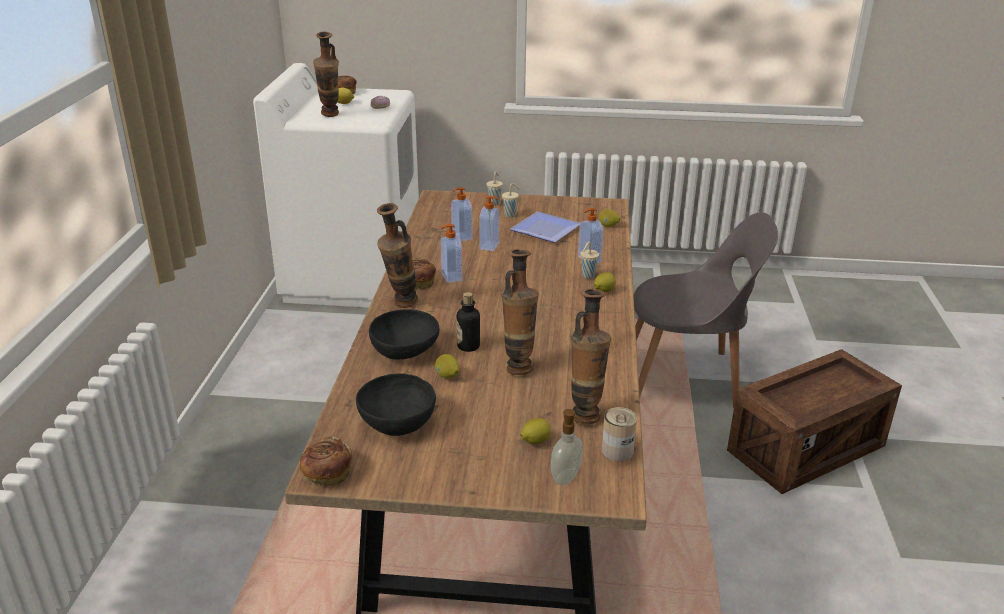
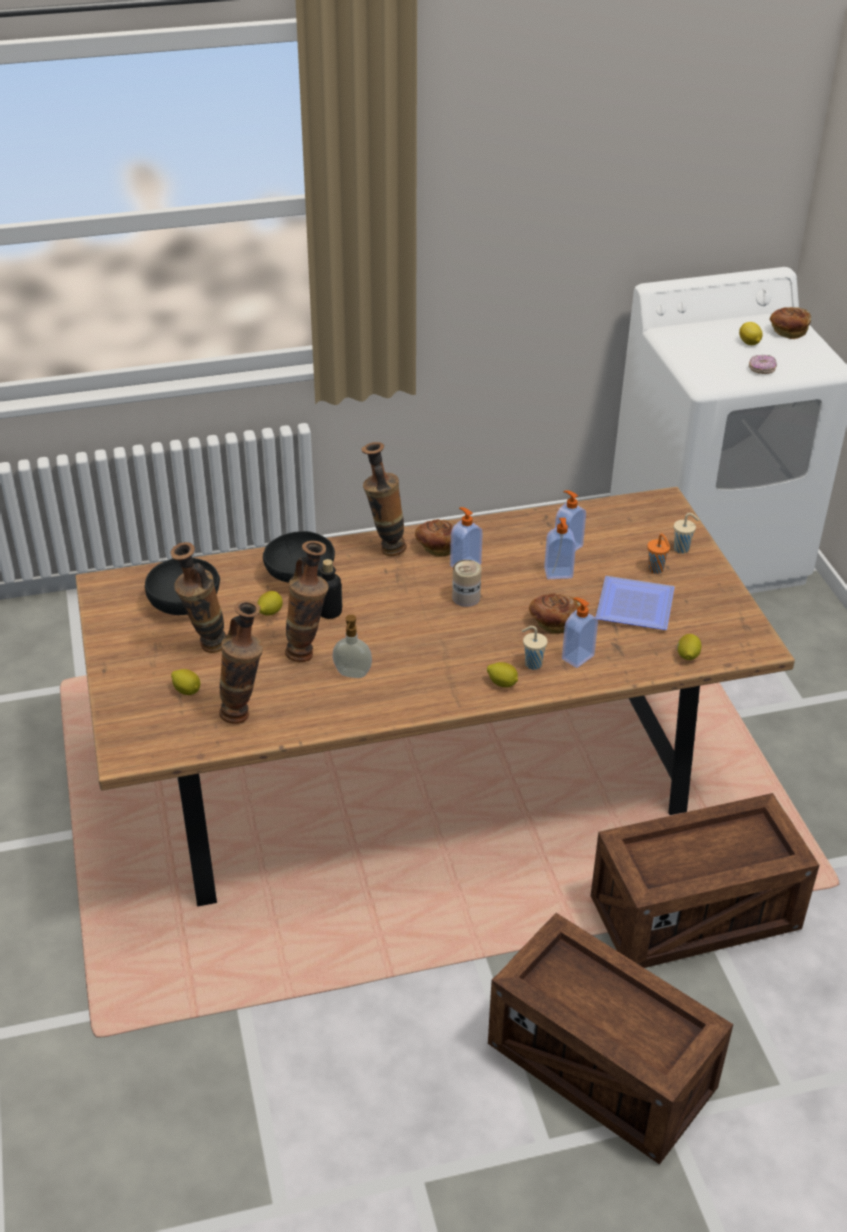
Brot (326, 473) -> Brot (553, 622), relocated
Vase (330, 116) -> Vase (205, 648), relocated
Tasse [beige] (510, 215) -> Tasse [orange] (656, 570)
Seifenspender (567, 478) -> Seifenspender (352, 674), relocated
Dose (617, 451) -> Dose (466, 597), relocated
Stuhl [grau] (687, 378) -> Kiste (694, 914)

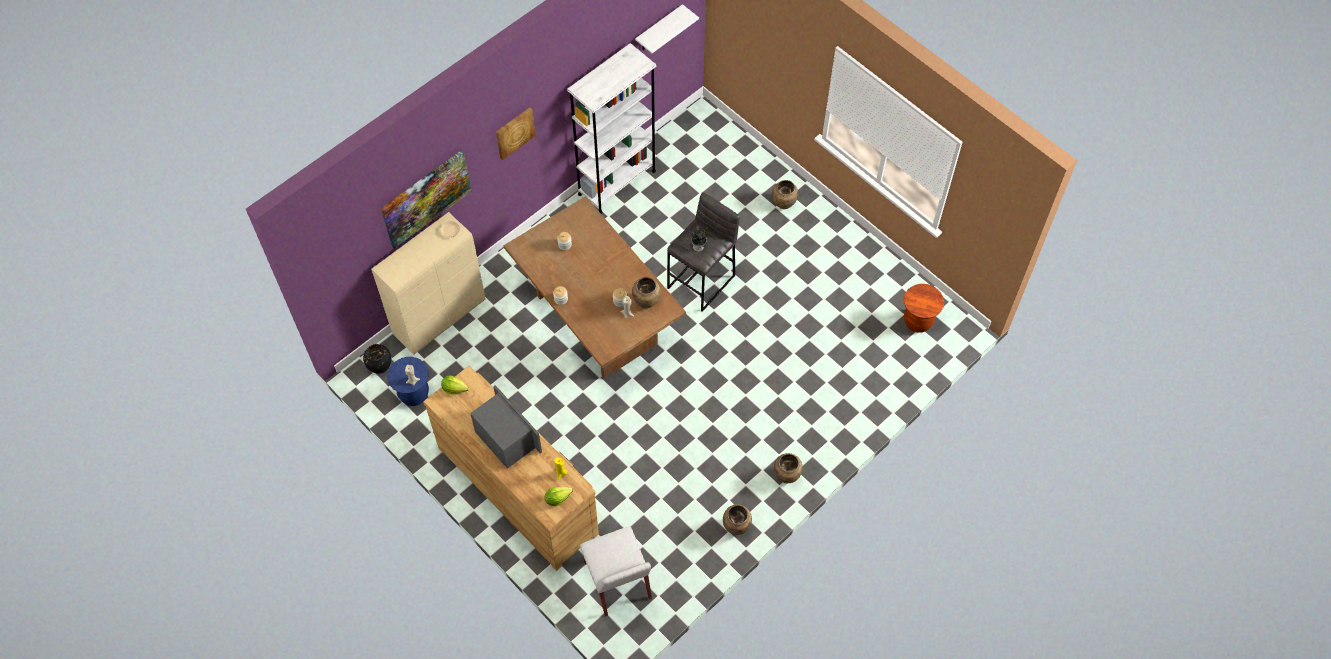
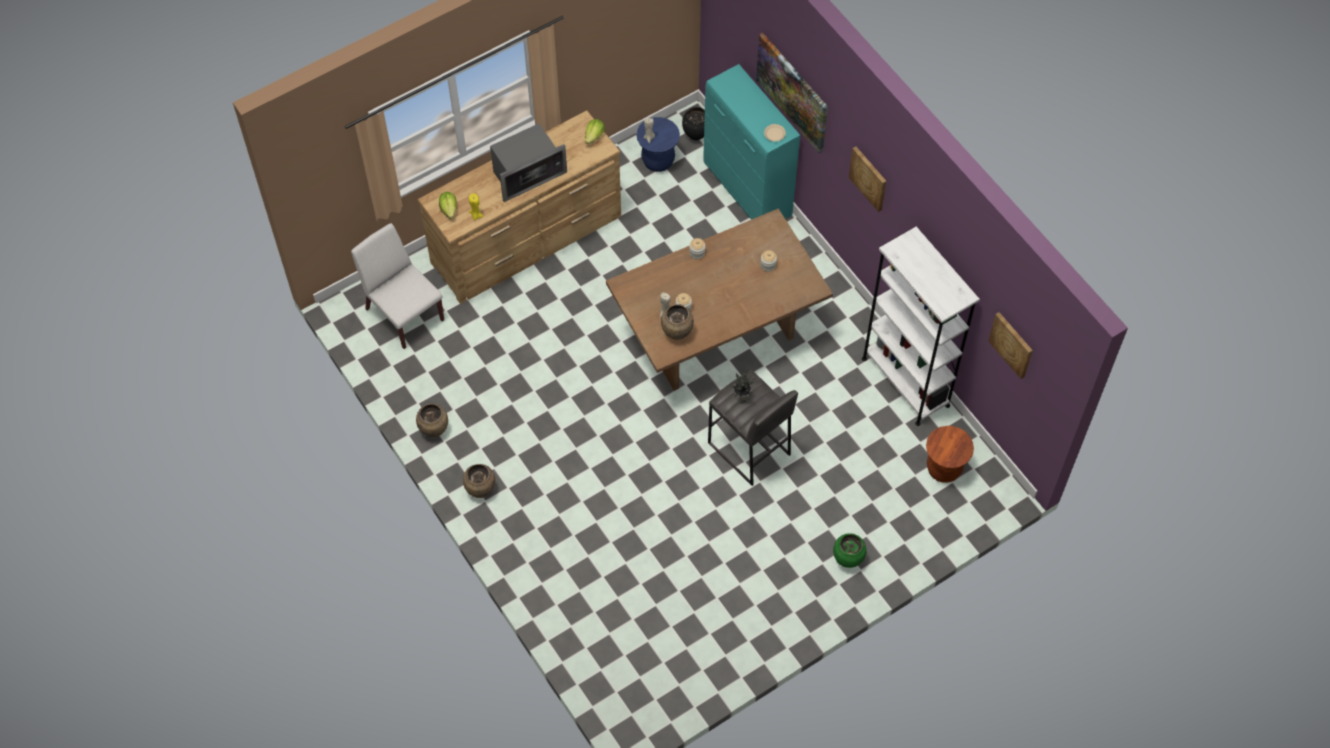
Schrank [beige] (440, 317) -> Schrank [türkis] (748, 191)
Stuhl [weiß] (618, 581) -> Stuhl [weiß] (404, 314), 60 degrees clockwise
Wandregal [weiß] (659, 29) -> Bild (1012, 344)
Vase [braun] (783, 204) -> Vase [grün] (847, 559)
Hocker [braun] (917, 321) -> Hocker [braun] (943, 469), relocated

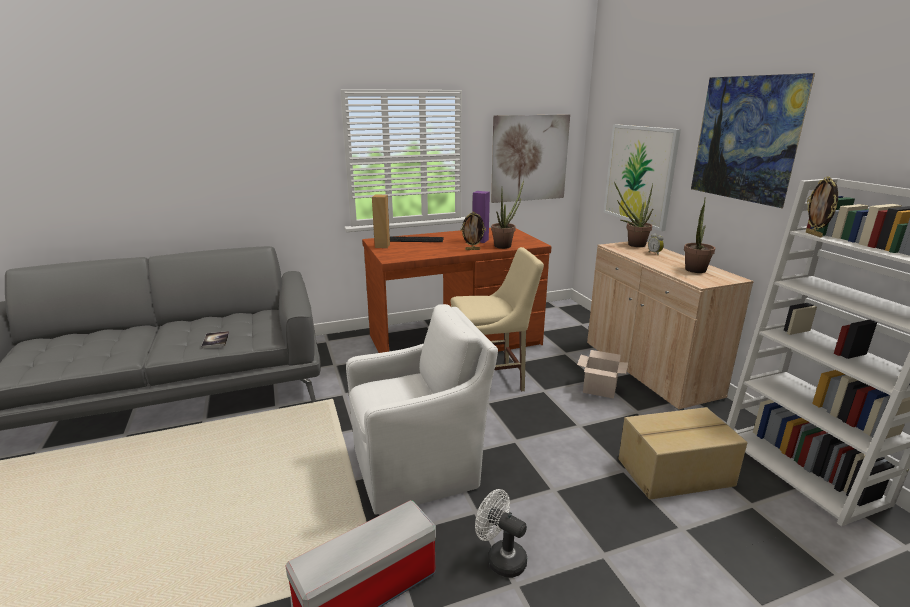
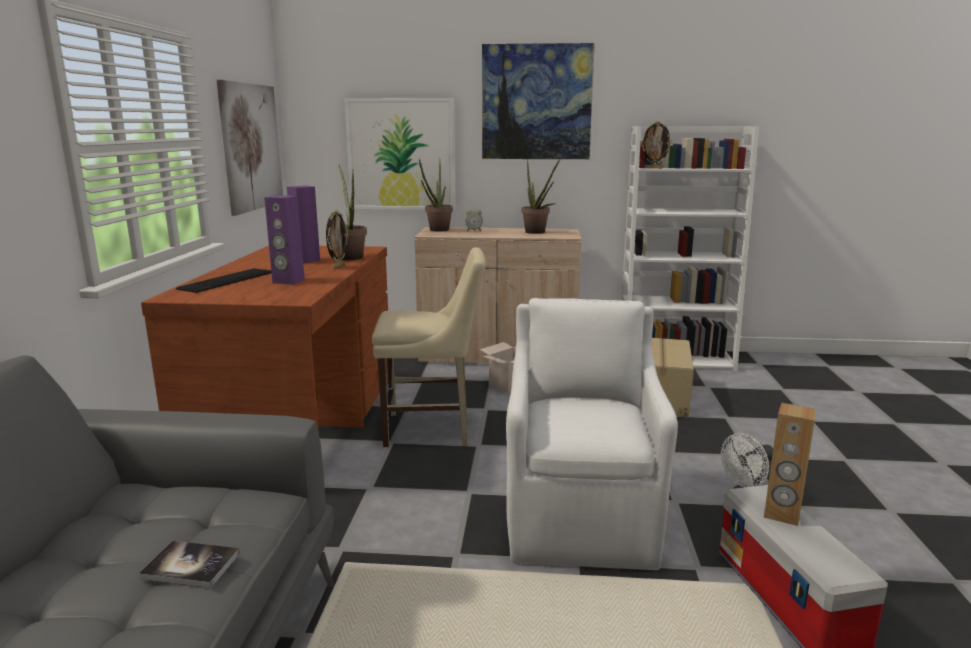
Lautsprecher [braun] (382, 246) -> Lautsprecher [braun] (782, 514), relocated
Stuhl [beige] (492, 380) -> Stuhl [beige] (433, 429), 75 degrees clockwise
none -> Lautsprecher [lila] (288, 281)

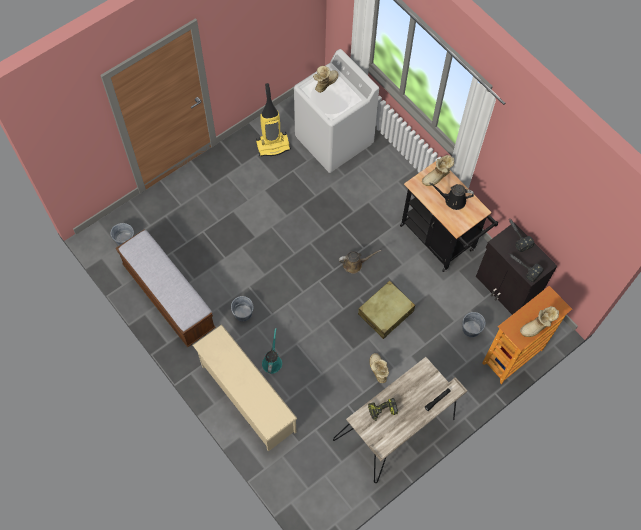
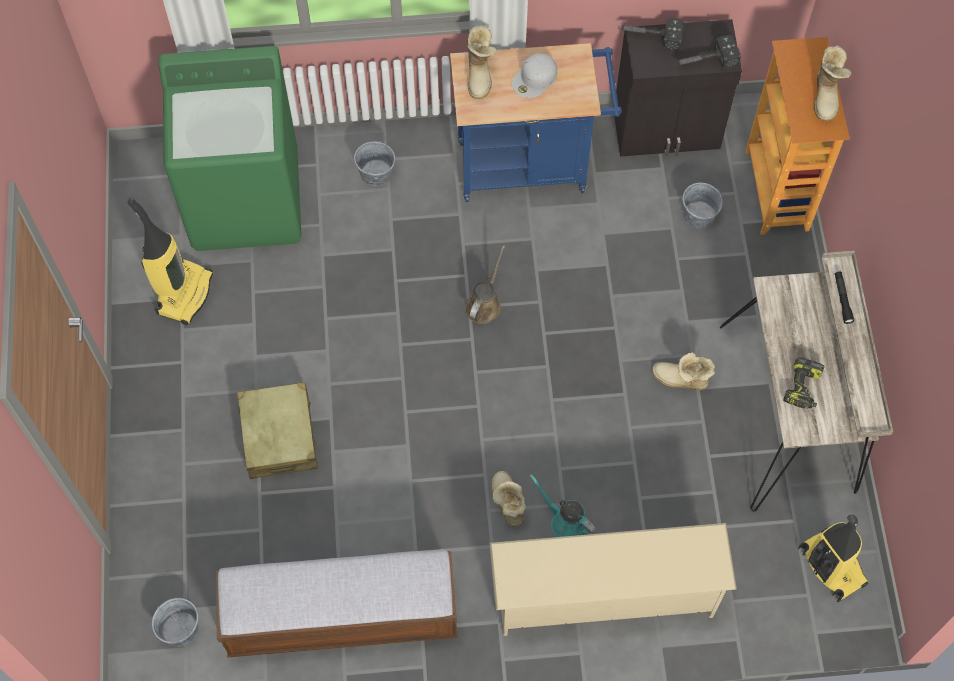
Eimer [grau] (243, 313) -> Eimer [grau] (376, 172), relocated
Waschmaschine [weiß] (334, 140) -> Waschmaschine [grün] (247, 201)
Stiefel (325, 83) -> Stiefel (506, 503), relocated
Koffer [beige] (386, 313) -> Koffer [beige] (279, 436), relocated
Rollwagen [schwarz] (440, 241) -> Rollwagen [blau] (530, 165)
Gießkanne [schwarz] (453, 200) -> Kappe [weiß] (534, 79)
none -> Staubsauger (829, 566)

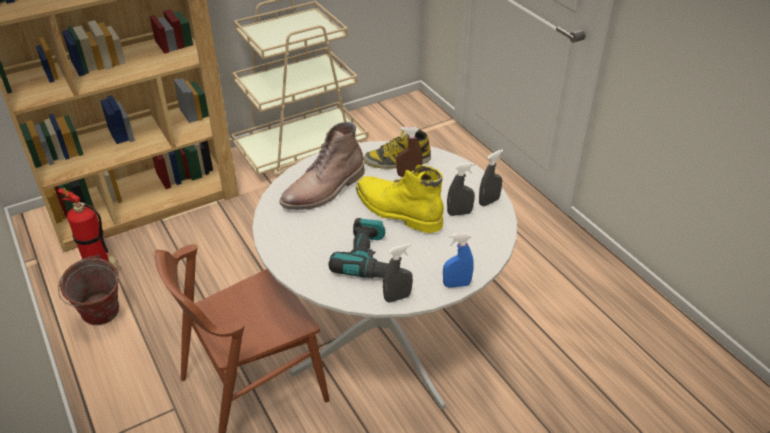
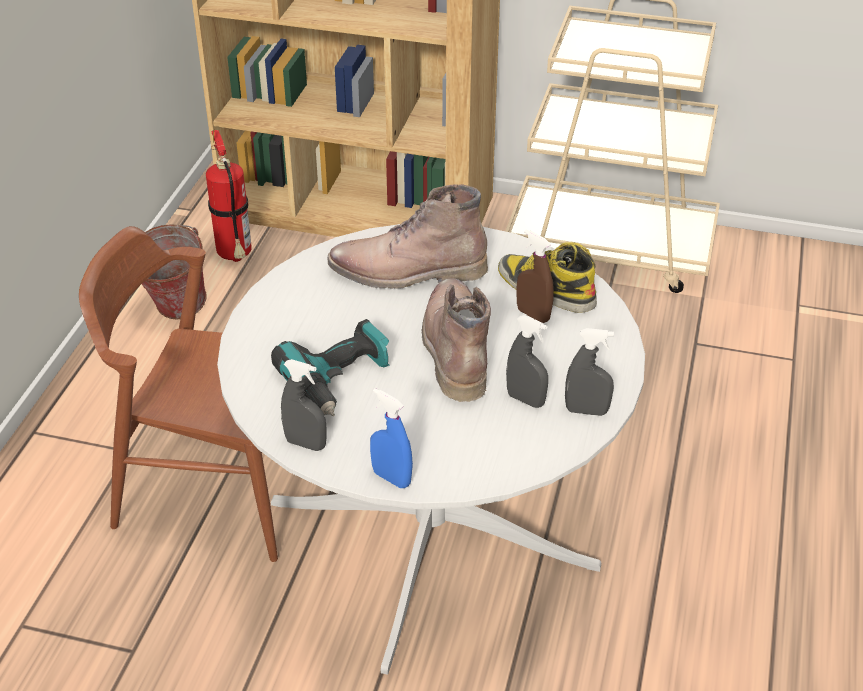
Stiefel [gelb] (396, 210) -> Stiefel [braun] (454, 347)

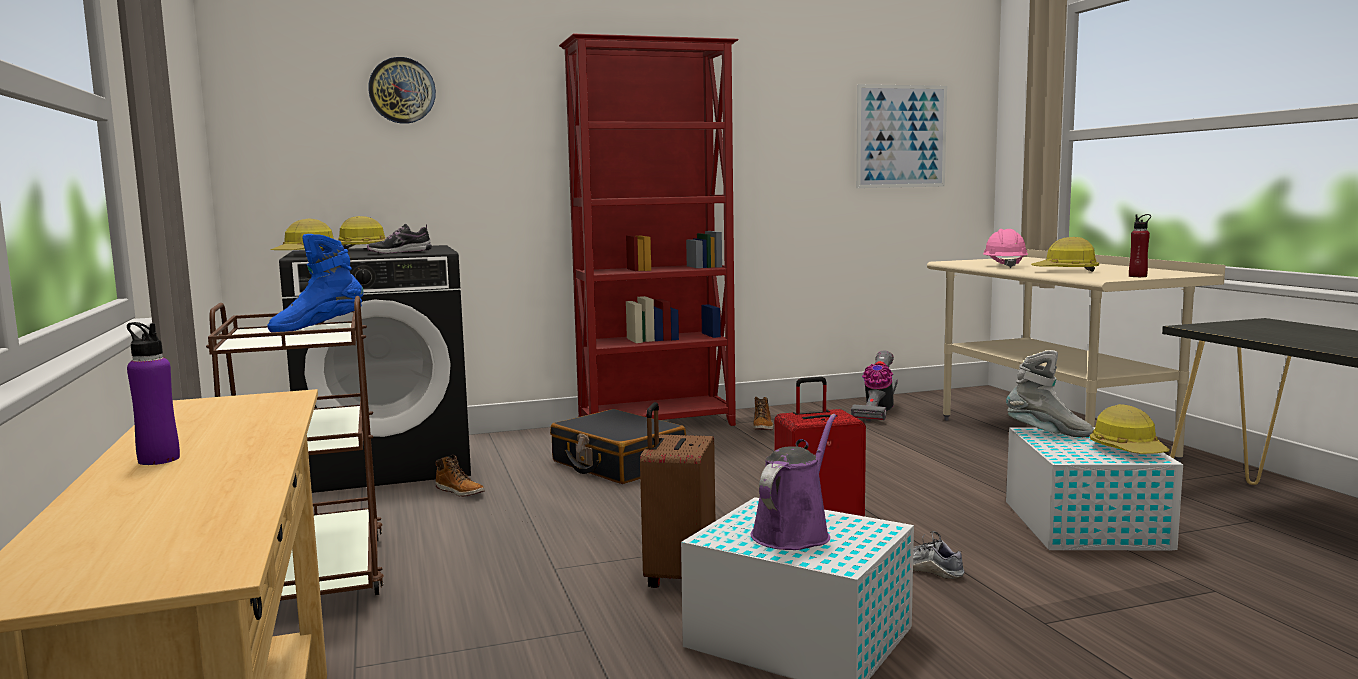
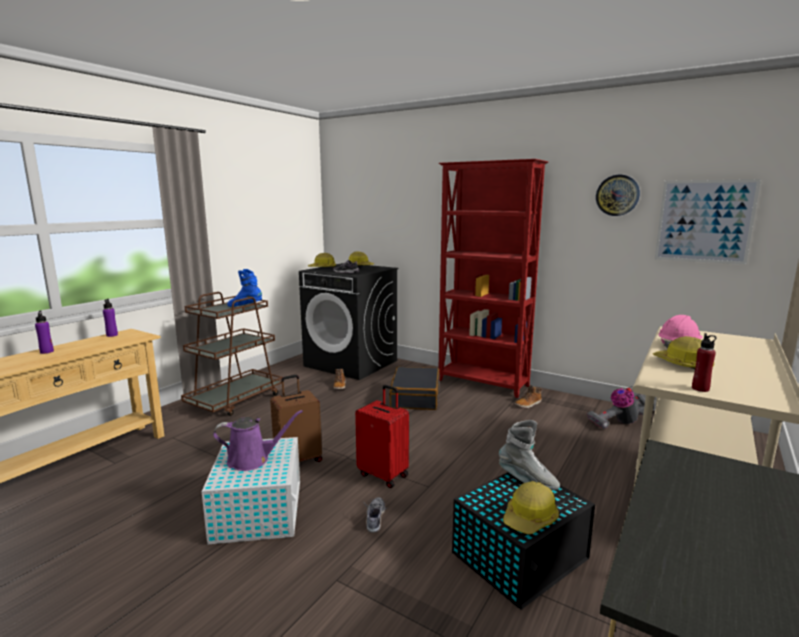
Wanduhr (402, 90) -> Wanduhr (617, 195), relocated
Stiefel [grau] (1048, 433) -> Stiefel [grau] (527, 481), 45 degrees counterclockwise
Aufbewahrungsbox [weiß] (1084, 524) -> Aufbewahrungsbox [schwarz] (521, 555)
none -> Flasche [lila] (112, 335)

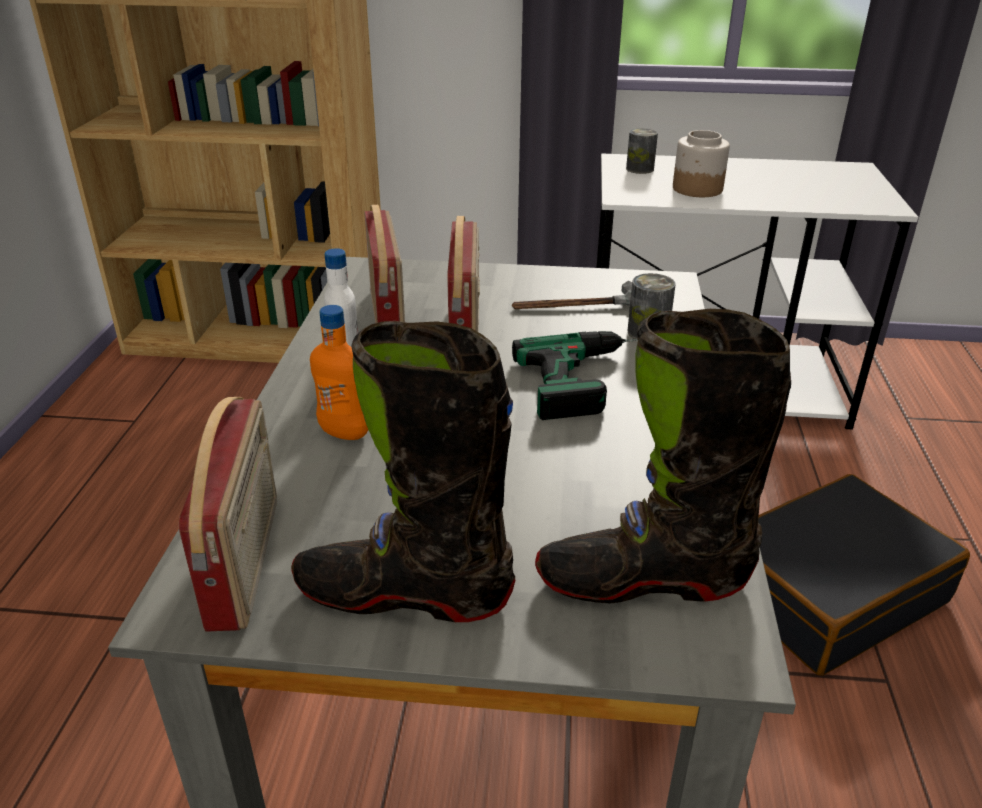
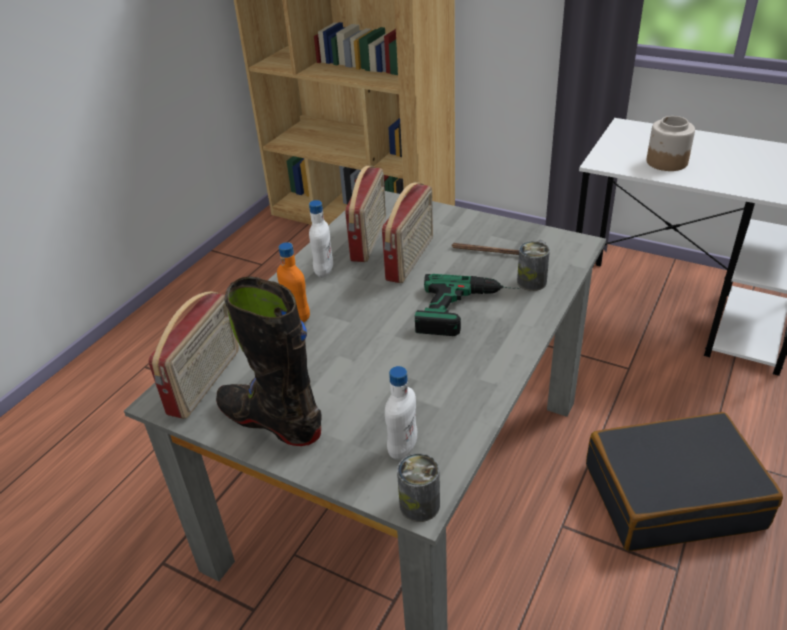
Stiefel [schwarz] (643, 580) -> Flasche [weiß] (402, 448)
Dose (640, 169) -> Dose (419, 505), relocated

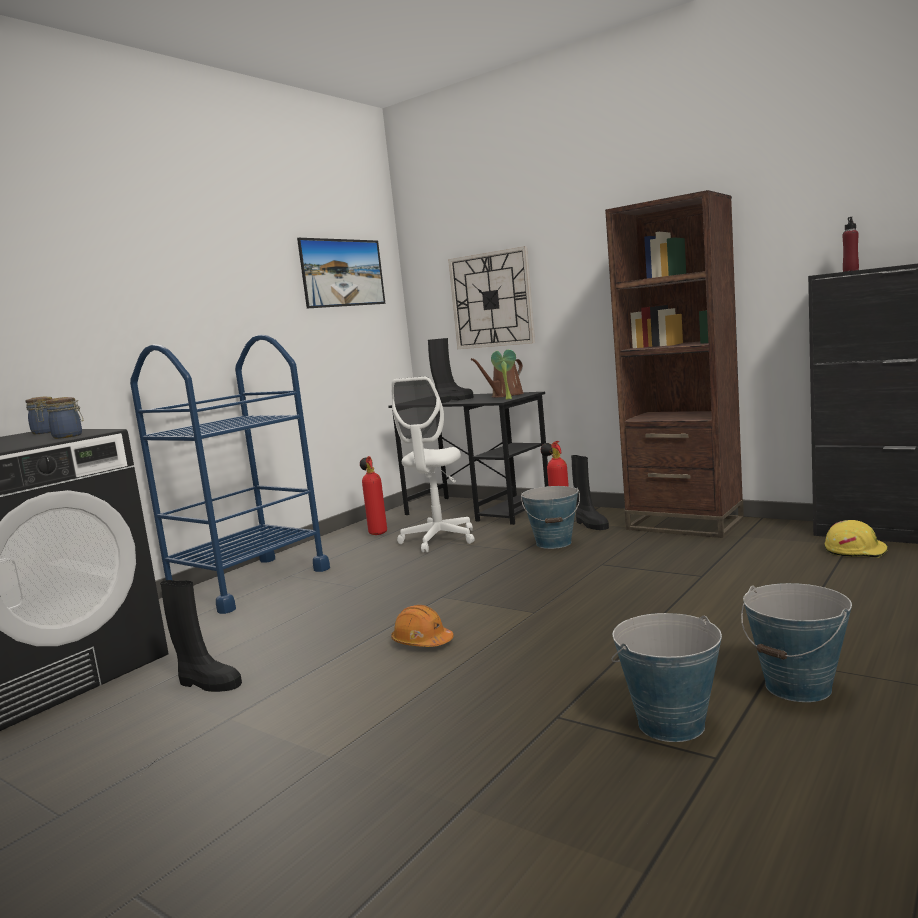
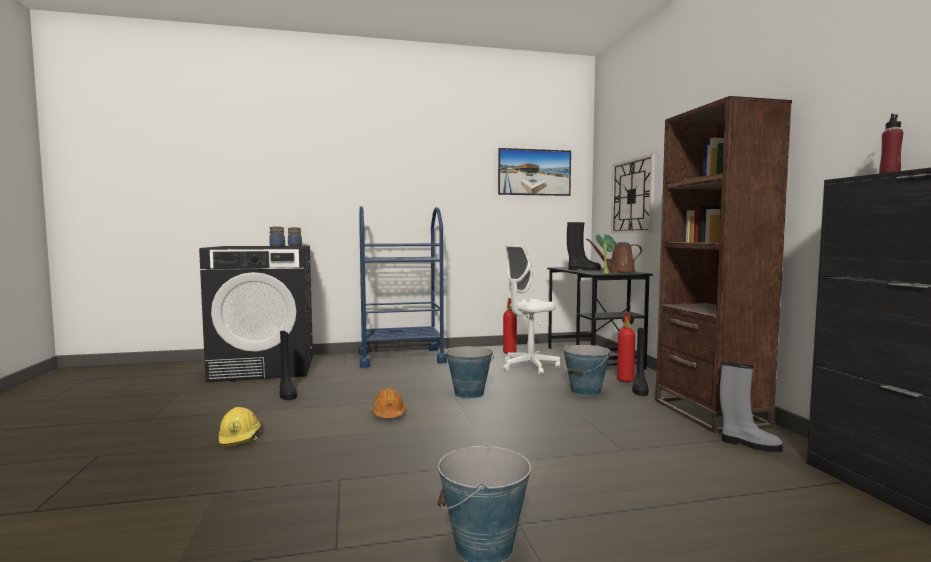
Eimer (670, 724) -> Eimer (468, 394), relocated
Schutzhelm [gelb] (855, 551) -> Schutzhelm [gelb] (240, 437), relocated
none -> Stiefel [grau] (748, 444)

